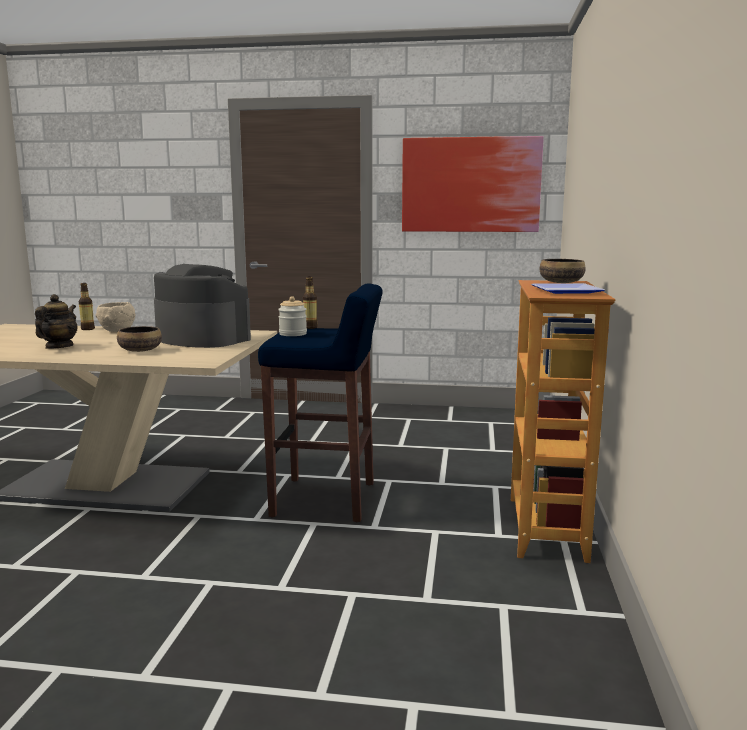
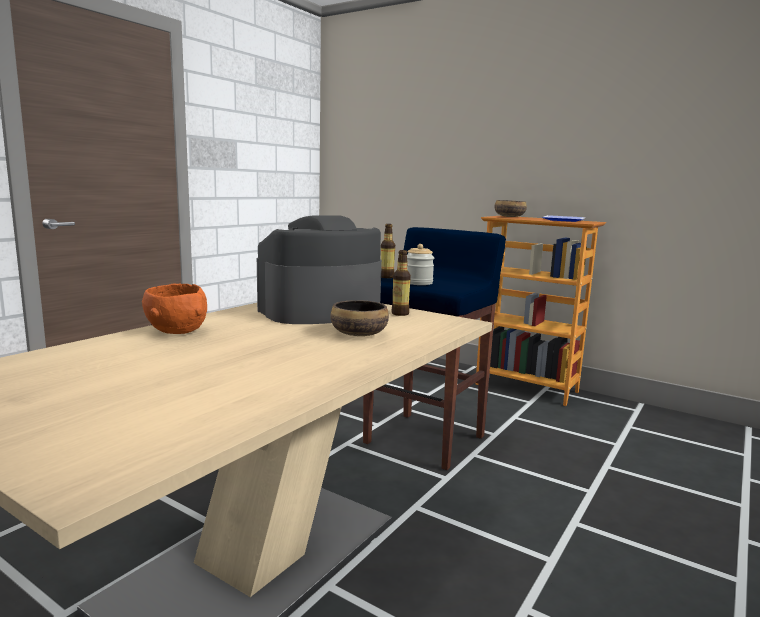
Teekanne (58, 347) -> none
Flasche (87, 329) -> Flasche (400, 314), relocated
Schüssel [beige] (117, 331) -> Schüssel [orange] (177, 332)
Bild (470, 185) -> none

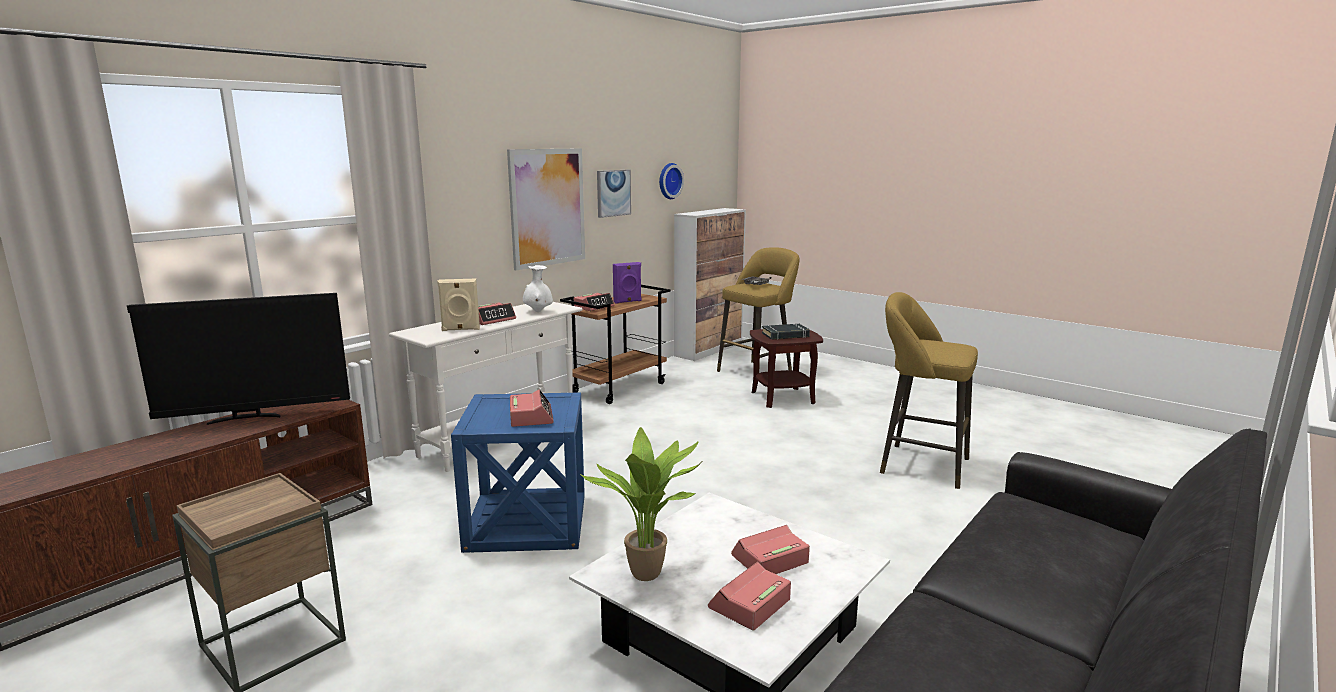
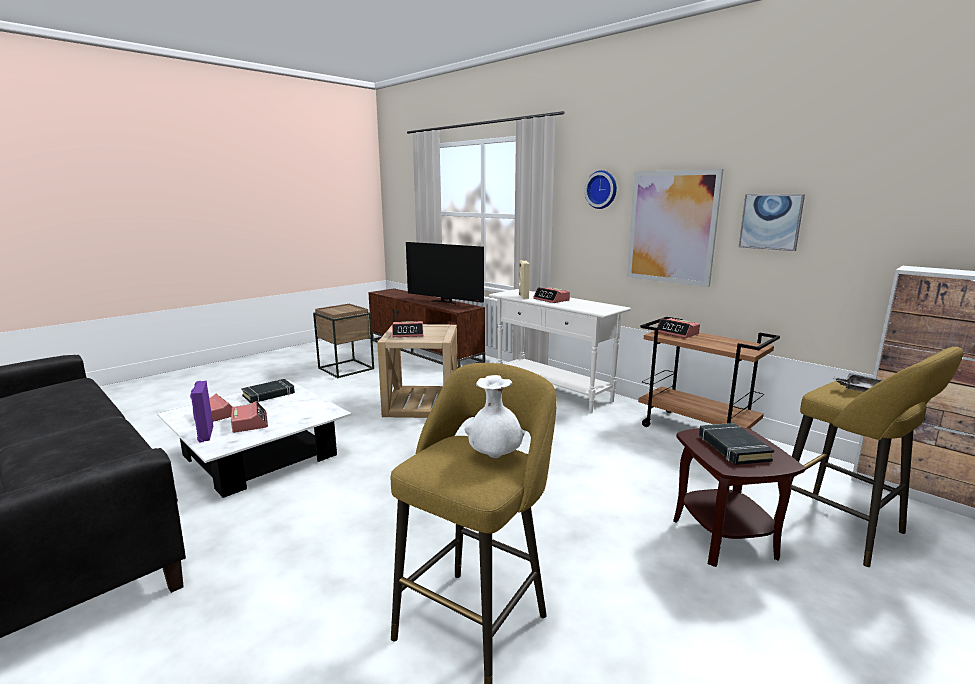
Fernseher (246, 418) -> Fernseher (445, 302), 45 degrees counterclockwise
Beistelltisch [blau] (527, 522) -> Beistelltisch [beige] (422, 403)
Vase [weiß] (538, 311) -> Vase [weiß] (495, 457), relocated
Topfpflanze (650, 576) -> Buch [schwarz] (269, 394)
Lautsprecher [lila] (627, 301) -> Lautsprecher [lila] (205, 434), relocated
Wanduhr (668, 181) -> Wanduhr (602, 189), relocated

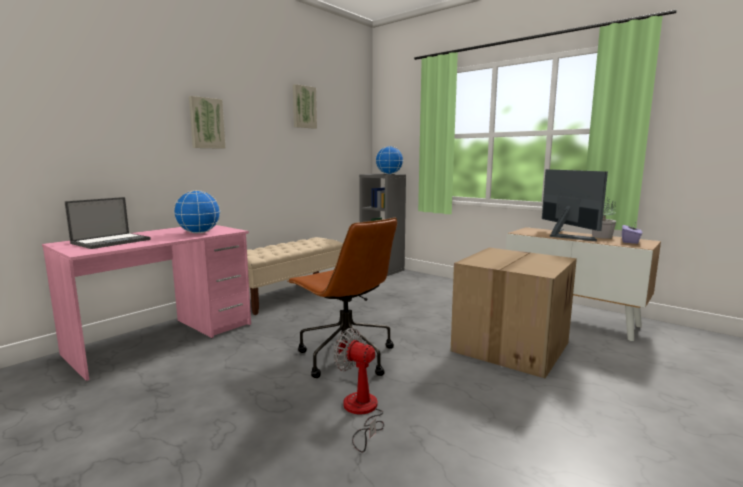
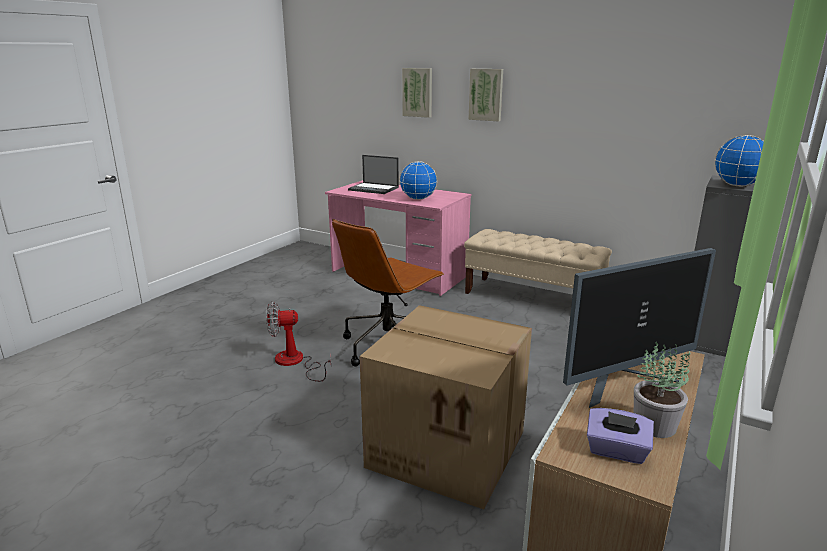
Bild (303, 107) -> Bild (418, 92), relocated
Ventilator (361, 412) -> Ventilator (295, 362), 120 degrees counterclockwise

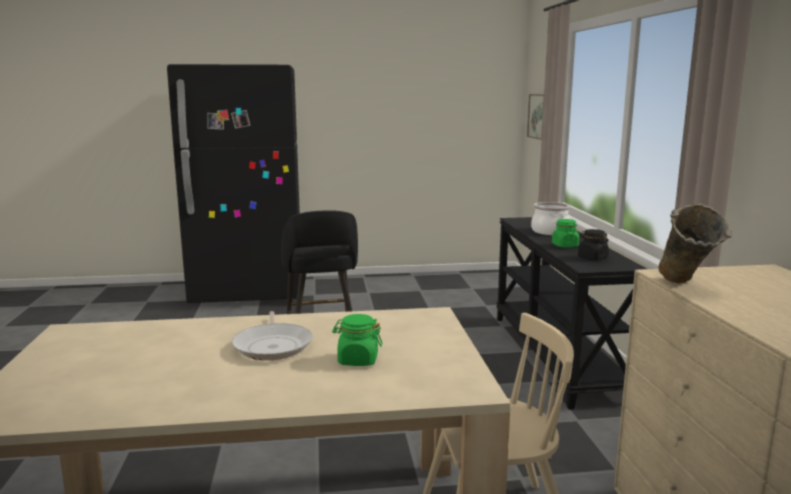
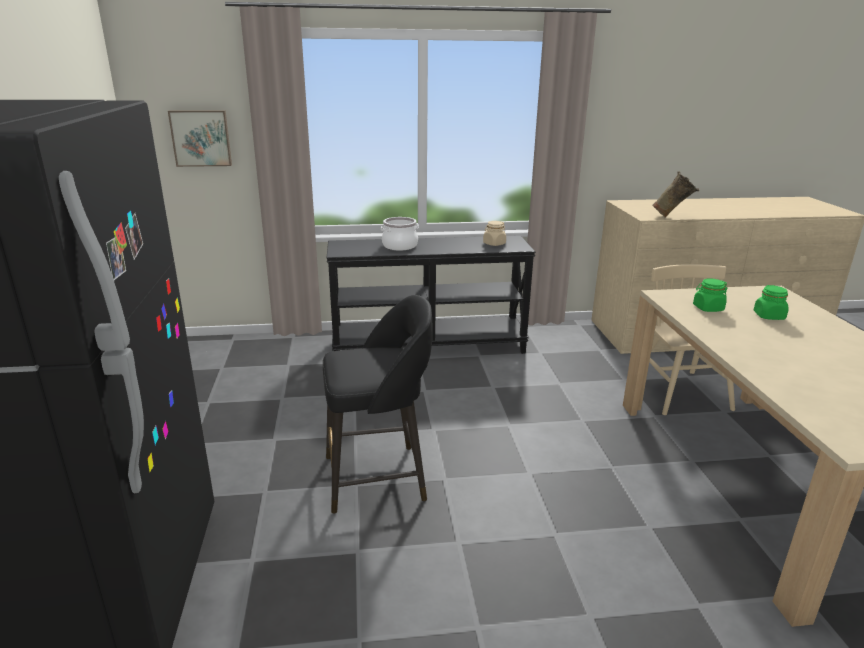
Pfanne (273, 345) -> none
Vorratsglas [grün] (564, 245) -> Vorratsglas [grün] (708, 308), relocated
Vorratsglas [schwarz] (592, 258) -> Vorratsglas [beige] (494, 244)

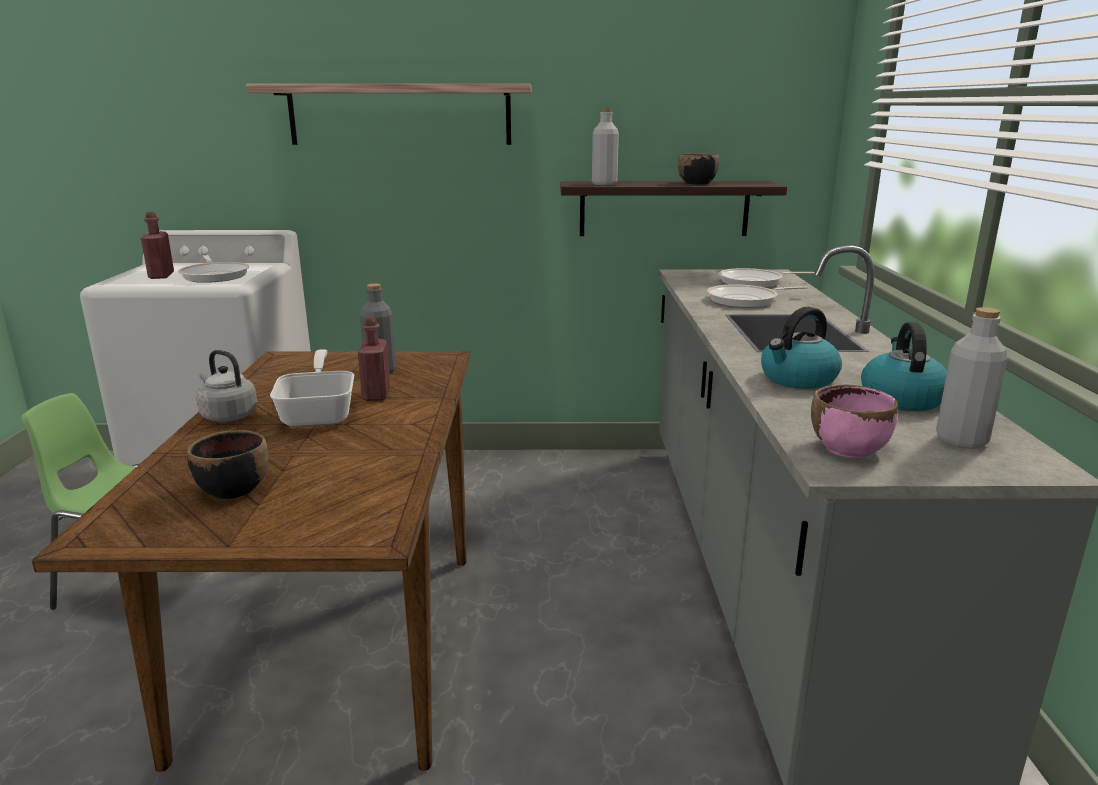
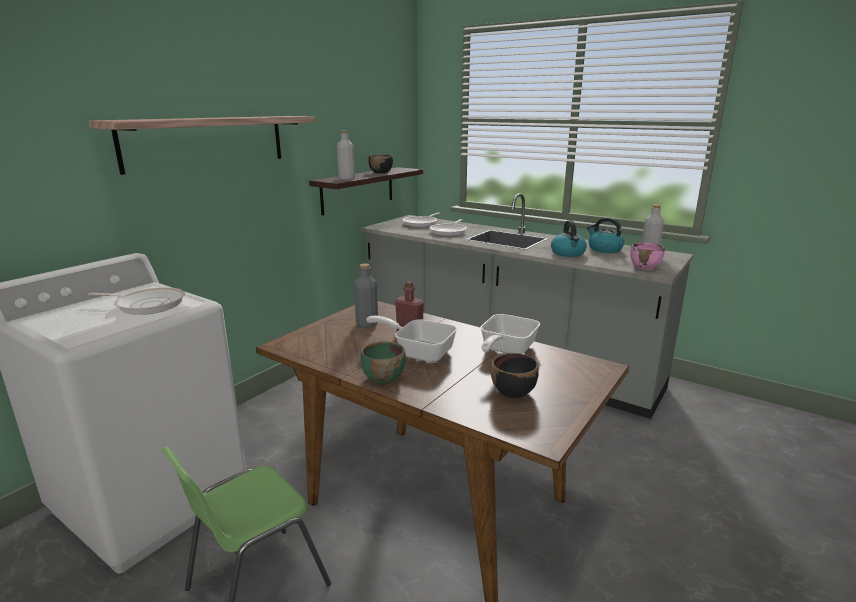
Flasche [rot] (161, 276) -> none
Wasserkessel [grau] (227, 415) -> Schüssel [grün] (383, 377)
none -> Pfanne (505, 350)

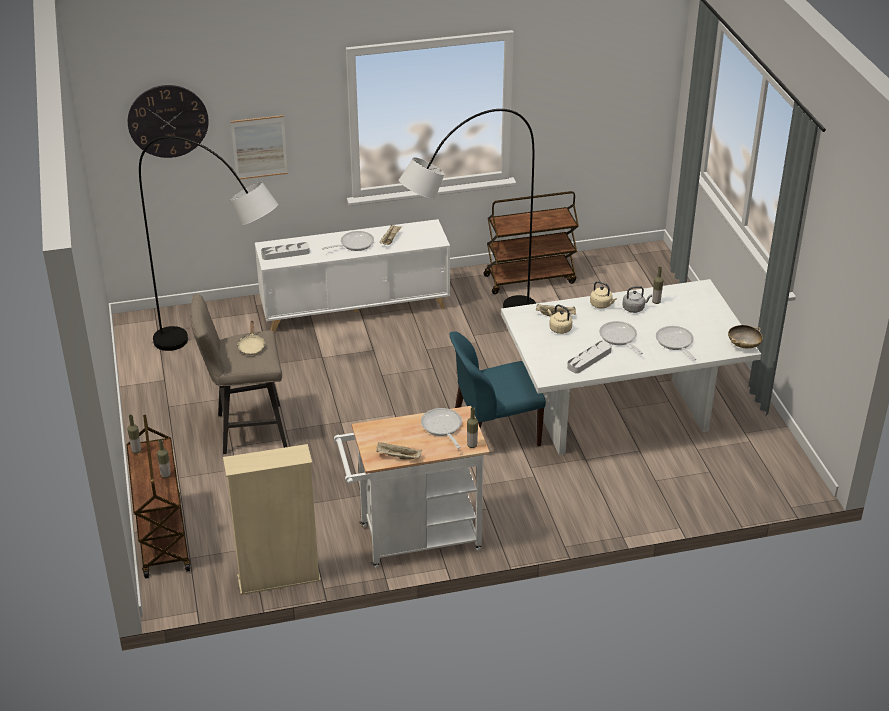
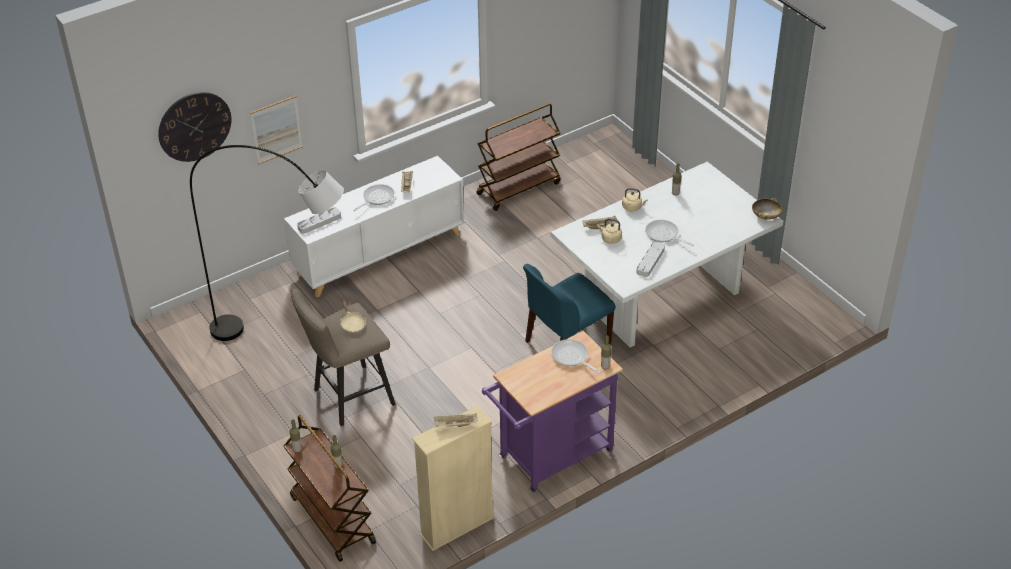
Rollwagen [weiß] (412, 539) -> Rollwagen [lila] (550, 458)
Tablett [beige] (398, 457) -> Tablett [beige] (455, 425), relocated
Stehlampe [grau] (467, 329) -> none
Wasserkessel [grau] (634, 308) -> none
Pfanne (675, 343) -> none

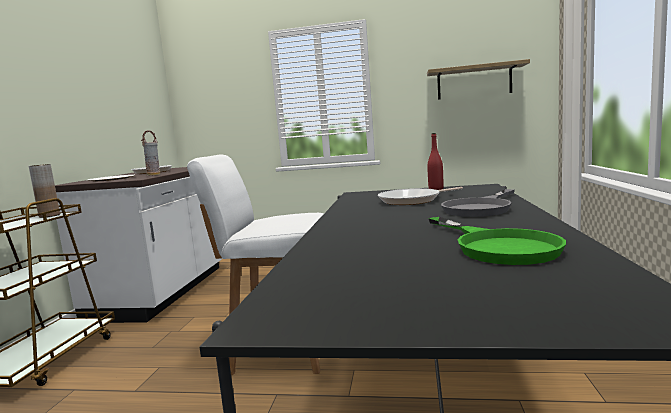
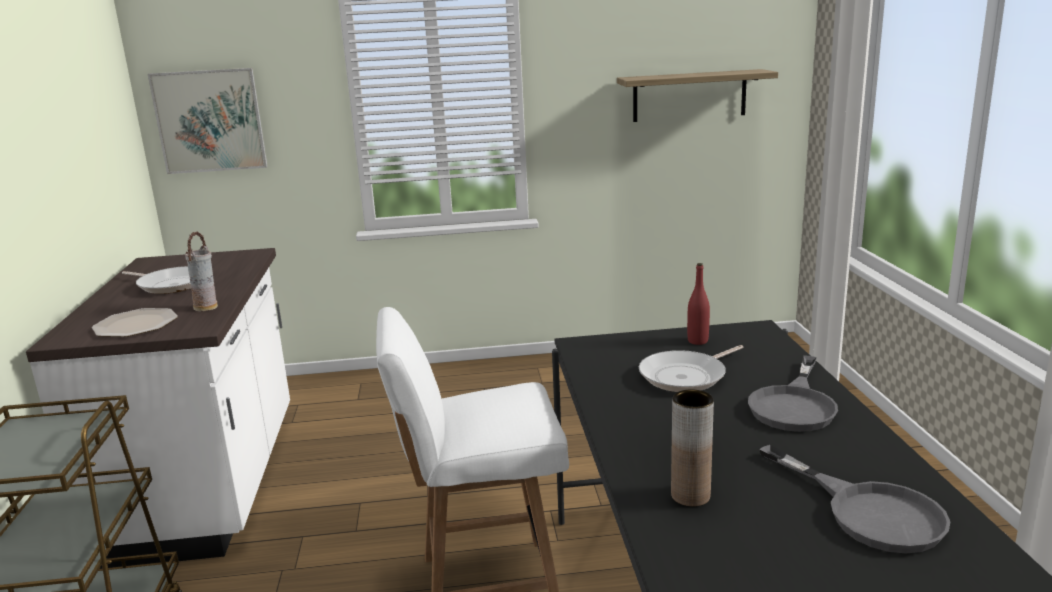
Vase [braun] (49, 216) -> Vase [braun] (690, 496), relocated
Pfanne [grün] (496, 246) -> Pfanne [grau] (868, 511)
none -> Bild (210, 121)

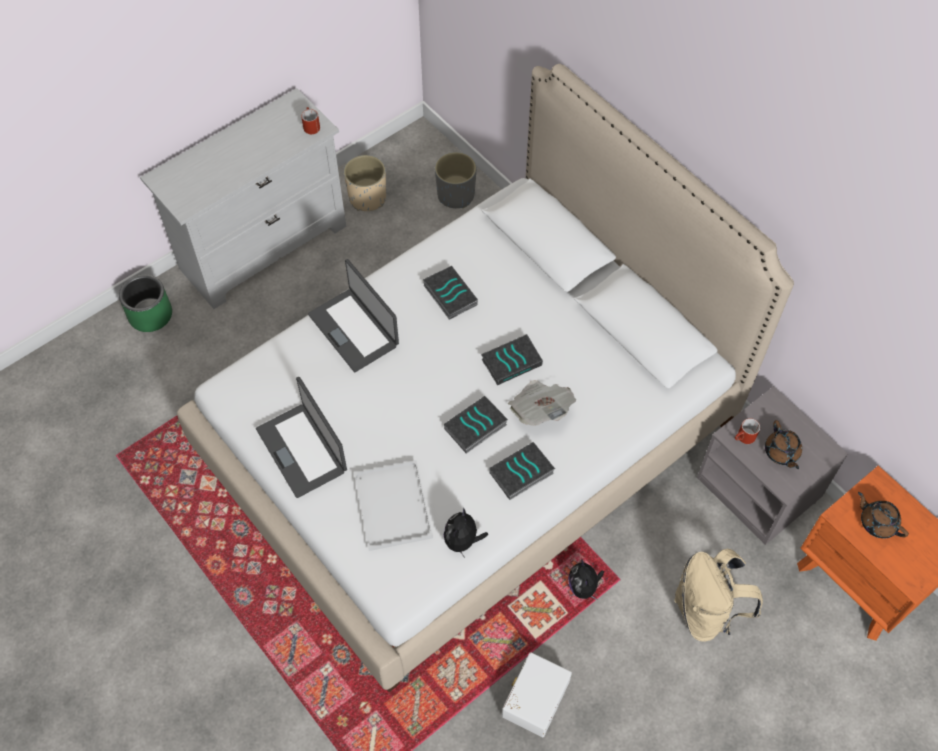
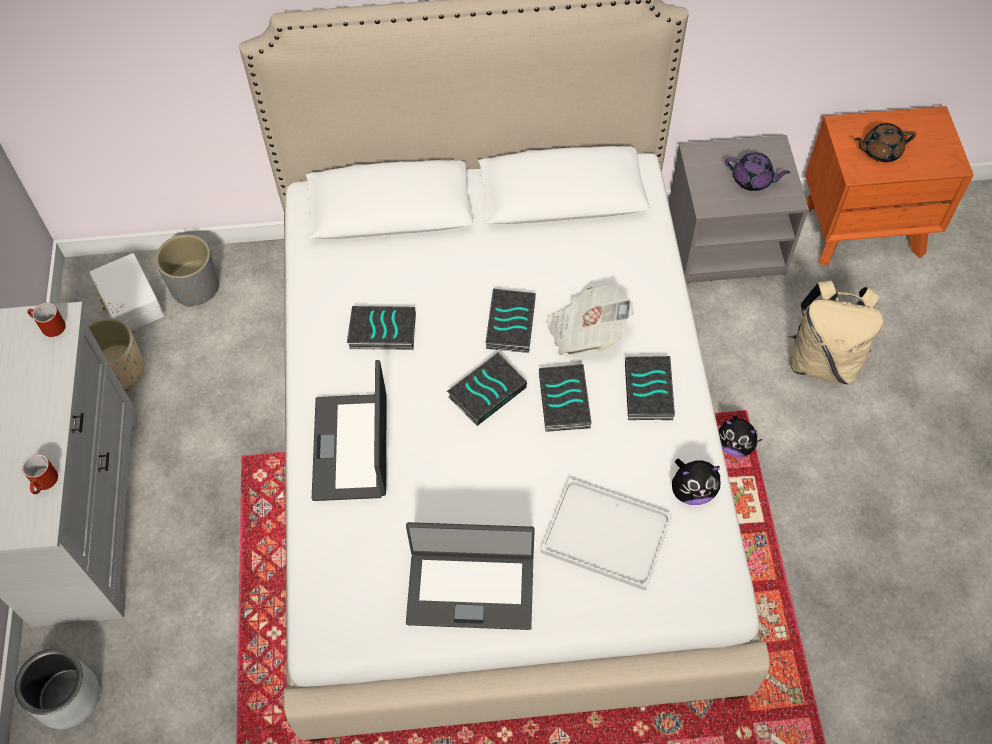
Pflanzkübel [grün] (150, 314) -> Pflanzkübel [grau] (67, 697)
Laptop (354, 329) -> Laptop (352, 447), 90 degrees clockwise
Plüschtier (462, 541) -> Plüschtier (692, 491), 60 degrees counterclockwise
Aufbewahrungsbox [weiß] (534, 698) -> Aufbewahrungsbox [weiß] (129, 303), relocated
Henkelbecher [rot] (744, 438) -> Henkelbecher [rot] (45, 483), relocated
Teekanne [braun] (781, 452) -> Teekanne [lila] (753, 180)
none -> Buch (487, 391)

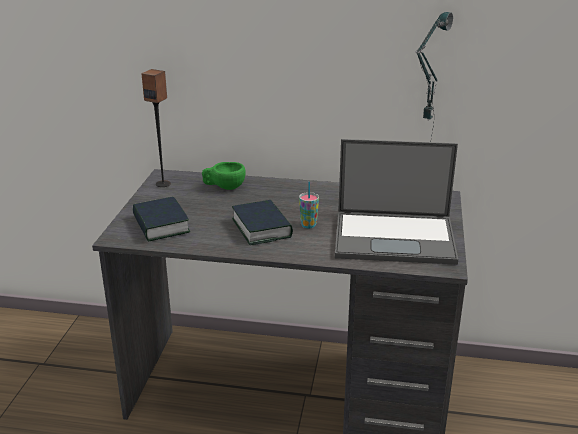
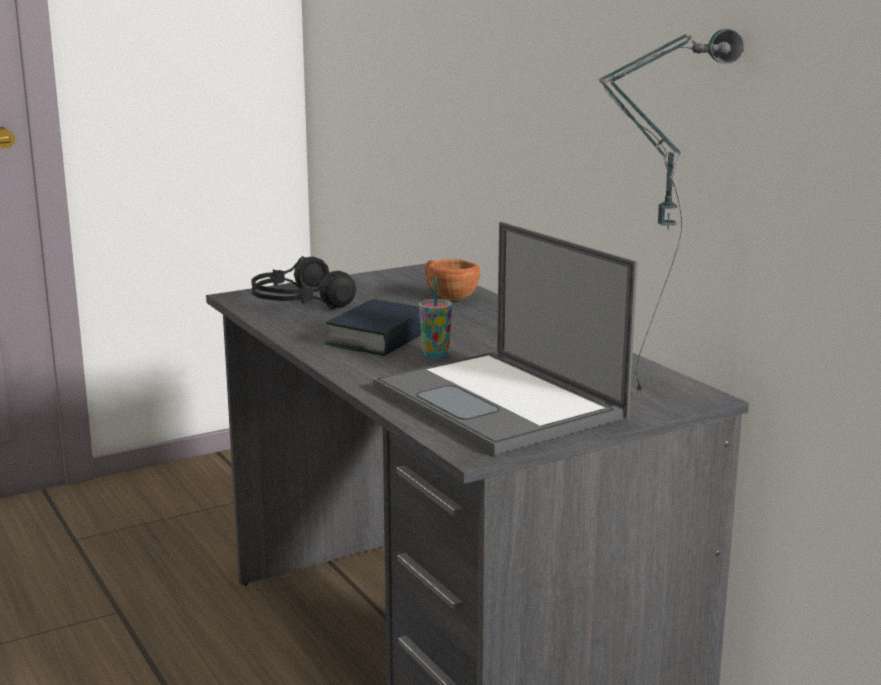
Buch (161, 225) -> Kopfhörer [schwarz] (298, 302)
Lautsprecher (163, 184) -> none
Tasse [grün] (224, 187) -> Tasse [braun] (448, 297)

